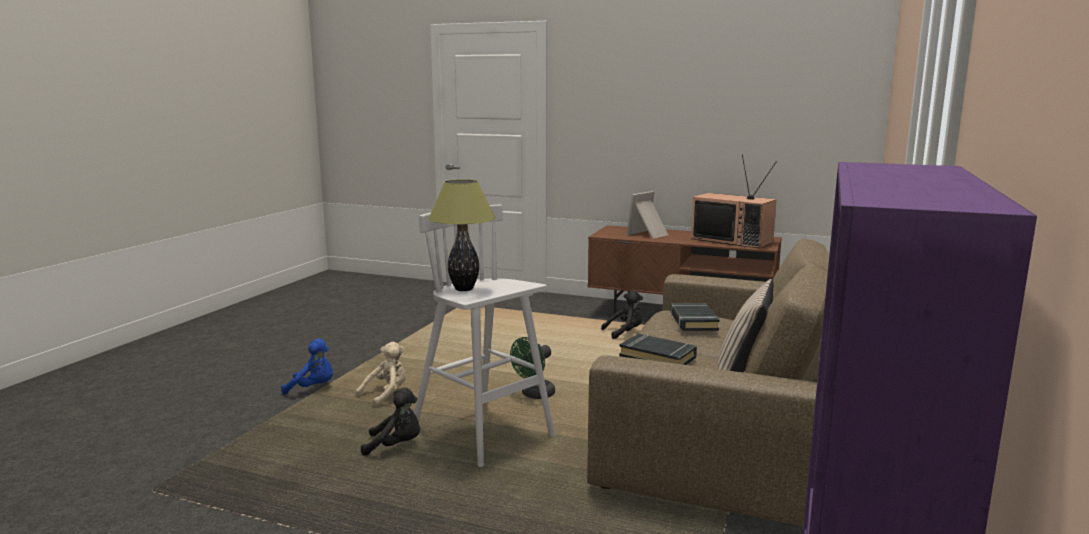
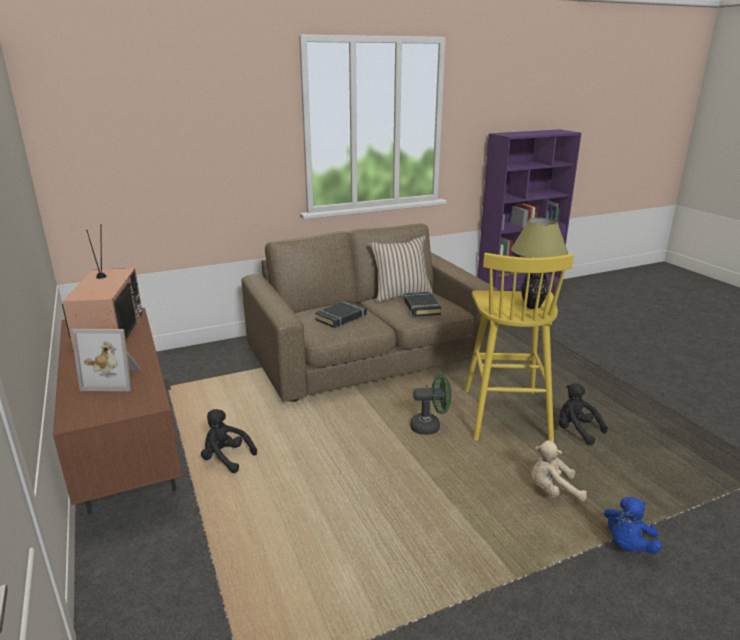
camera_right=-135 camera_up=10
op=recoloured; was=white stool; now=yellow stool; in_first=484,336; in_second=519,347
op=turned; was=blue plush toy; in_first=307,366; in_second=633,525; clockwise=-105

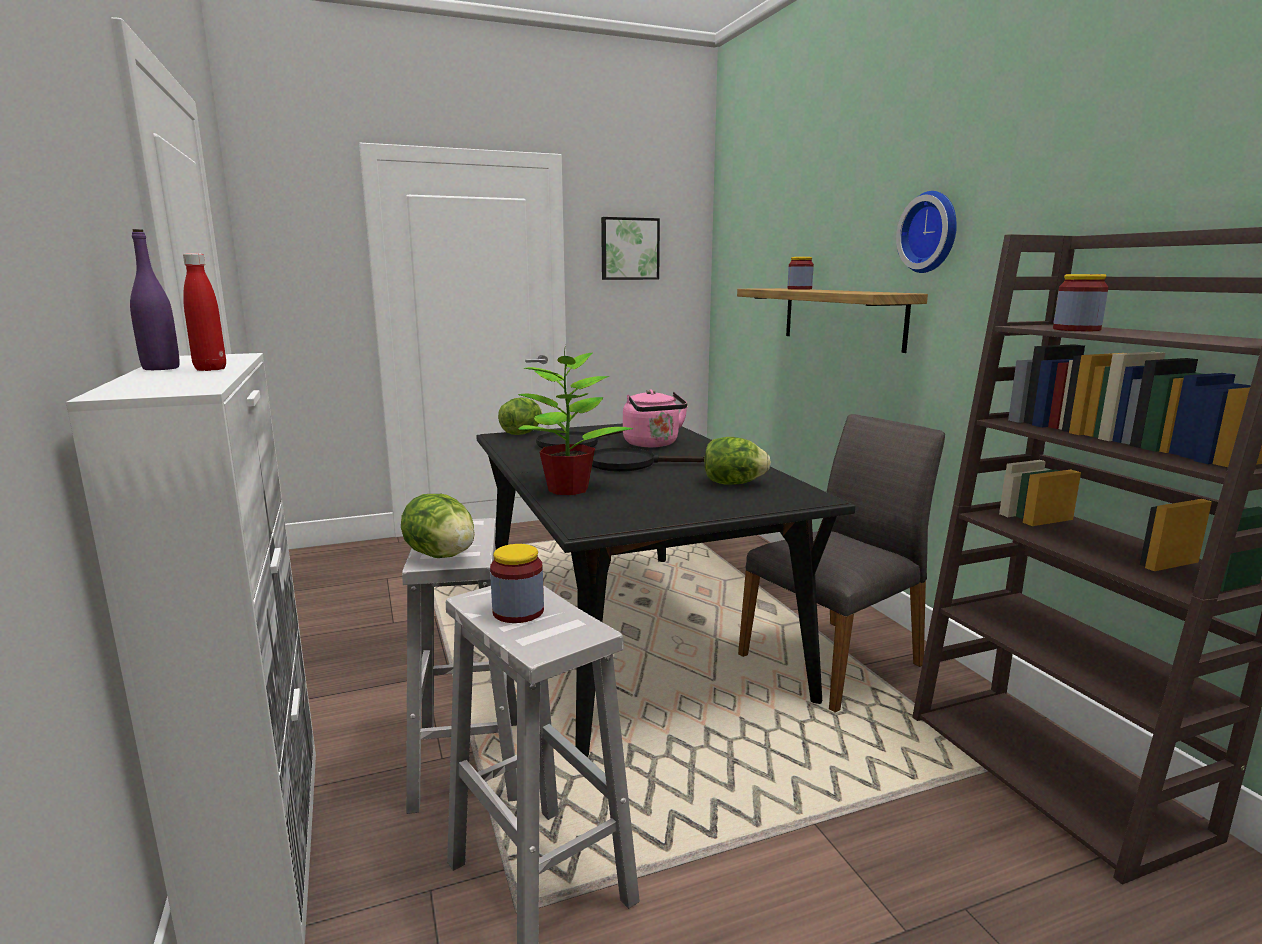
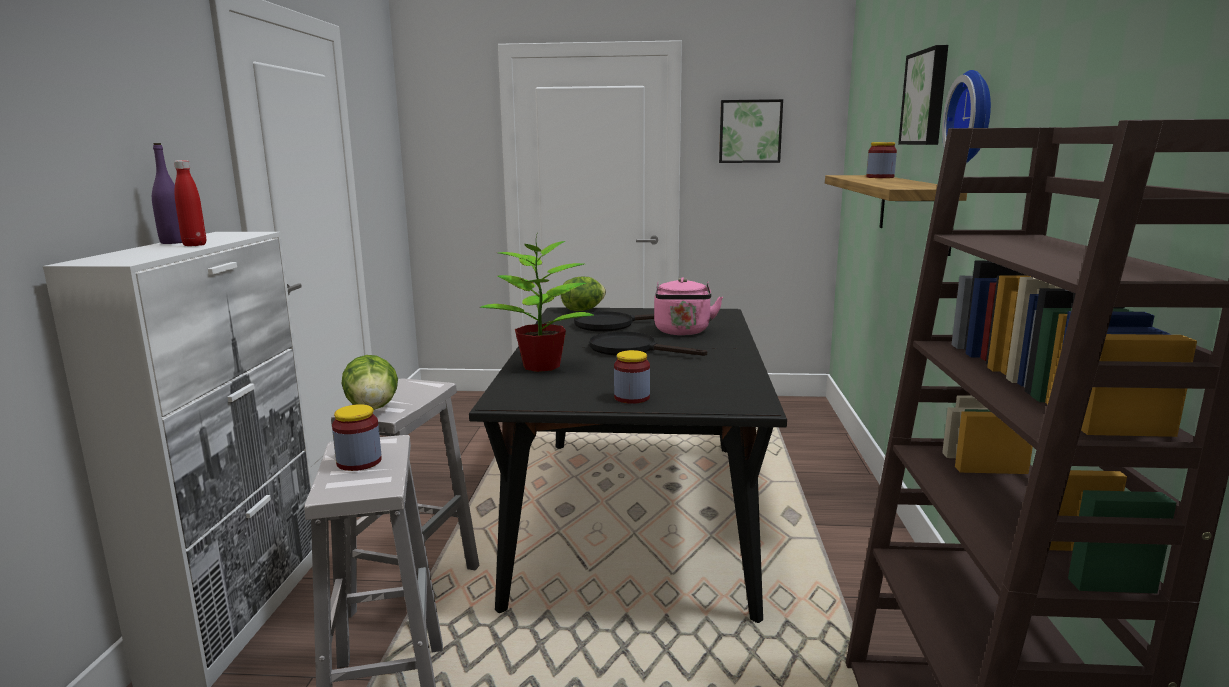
camera_right=25 camera_up=0
op=removed; was=lettuce; in_first=737,461
op=removed; was=grey chair; in_first=841,563
op=added; now=picture; in_second=923,95
op=moved; was=jar; in_first=1080,302; in_second=632,377

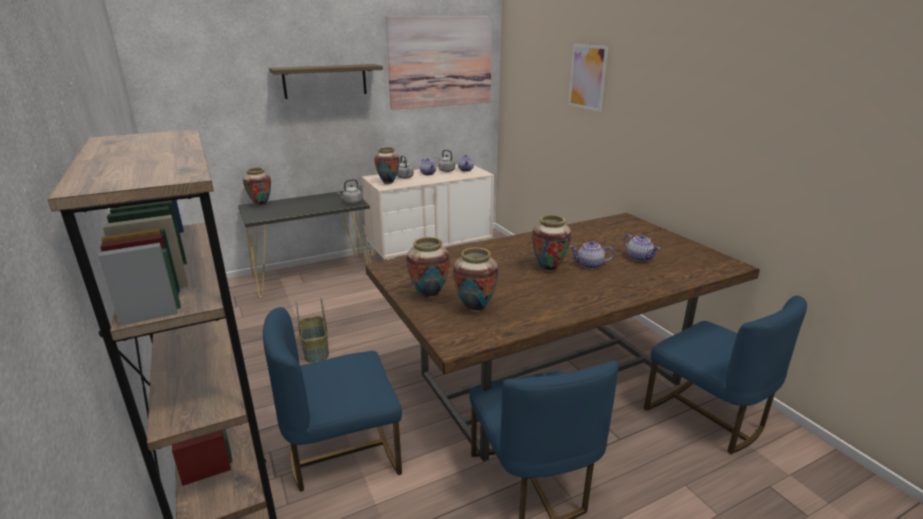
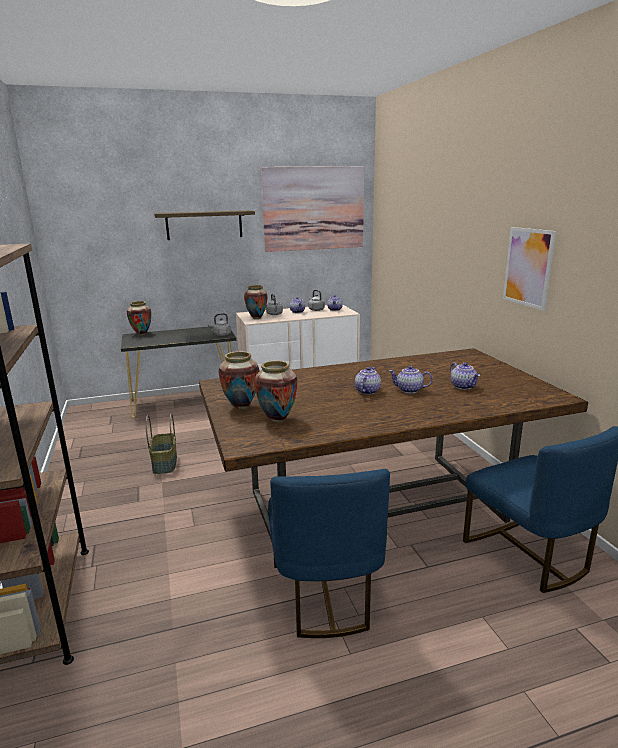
camera_right=10 camera_up=-5
op=removed; was=blue chair; in_first=332,399
op=moved; was=picture; in_first=588,78; in_second=529,269
op=replaced; was=vase; now=teapot; in_first=552,243; in_second=368,381

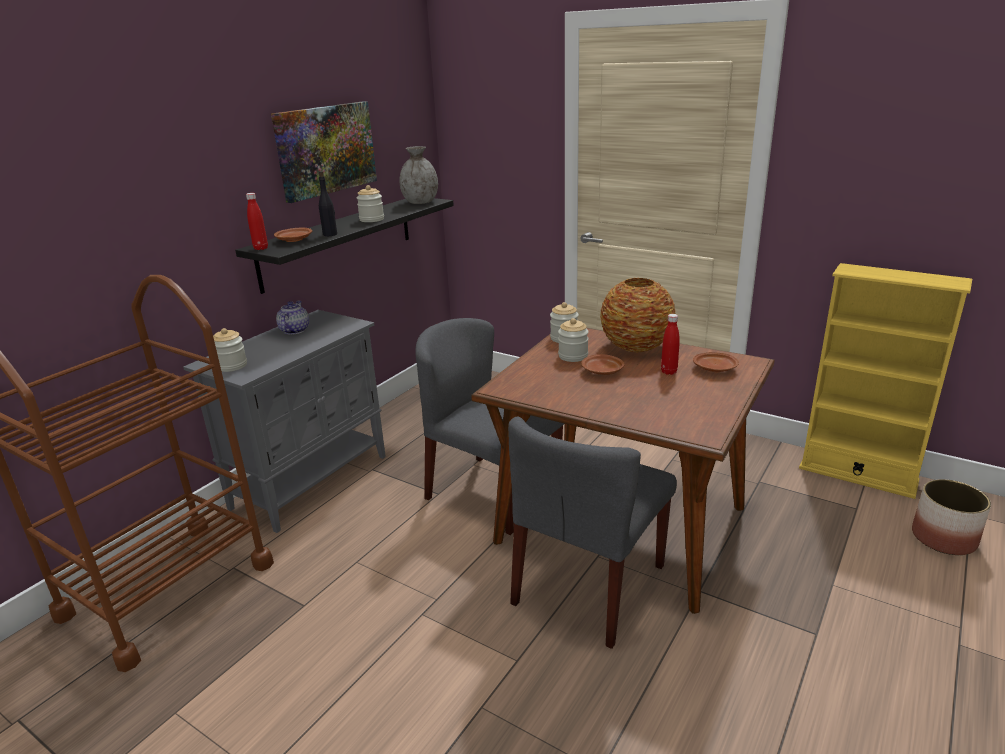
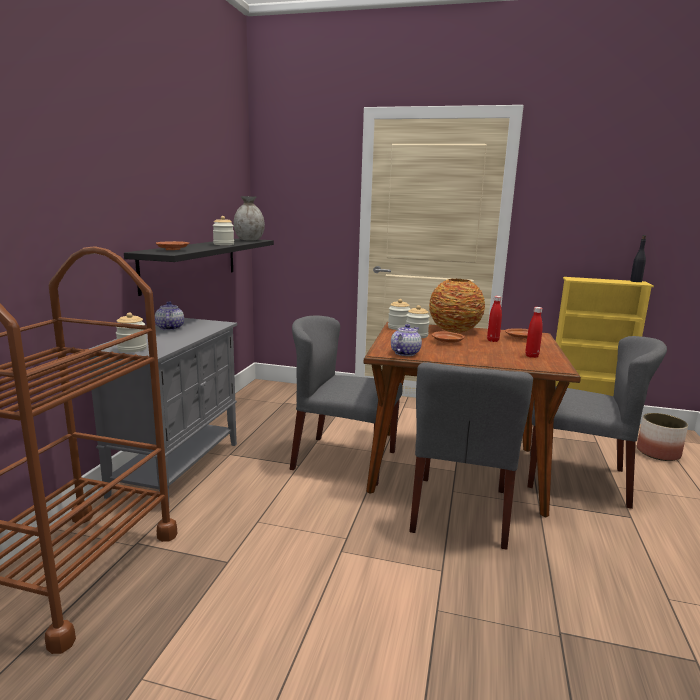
camera_right=-20 camera_up=-10
op=removed; was=picture; in_first=324,152
op=added; now=teapot; in_second=406,340
op=added; now=grey chair; in_second=597,422
op=moved; was=red bottle; in_first=257,221; in_second=534,332
op=moved; was=black bottle; in_first=328,203; in_second=638,258

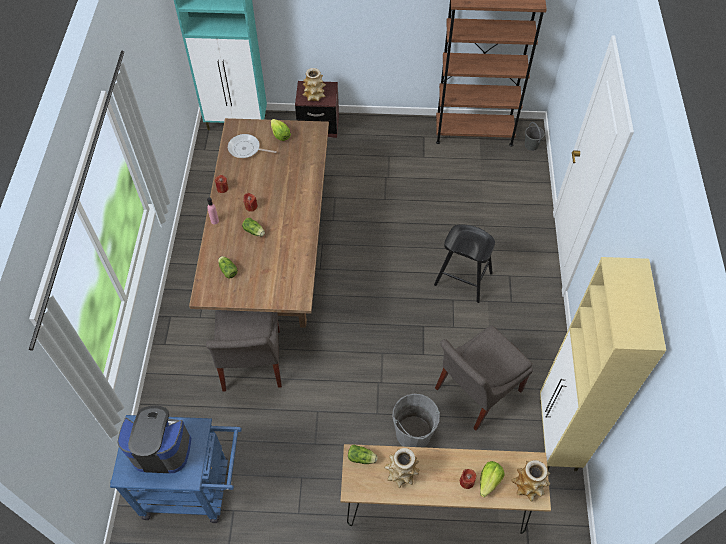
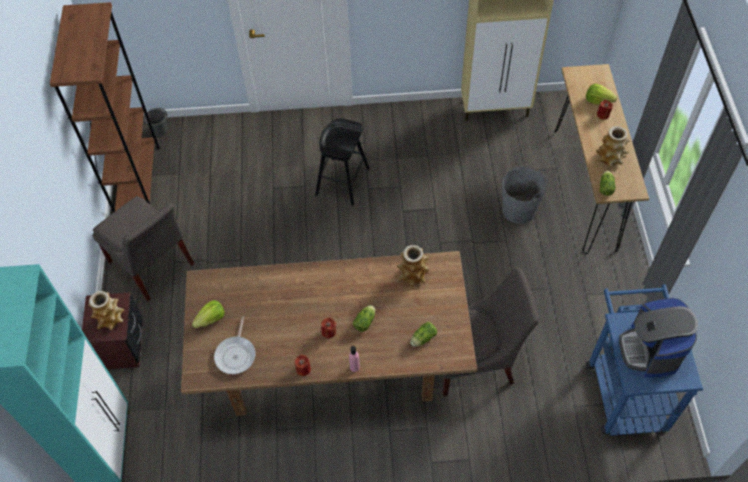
camera_right=-95 camera_up=0
op=moved; was=grey chair; in_first=484,378; in_second=143,248
op=moved; was=vase; in_first=530,481; in_second=413,266

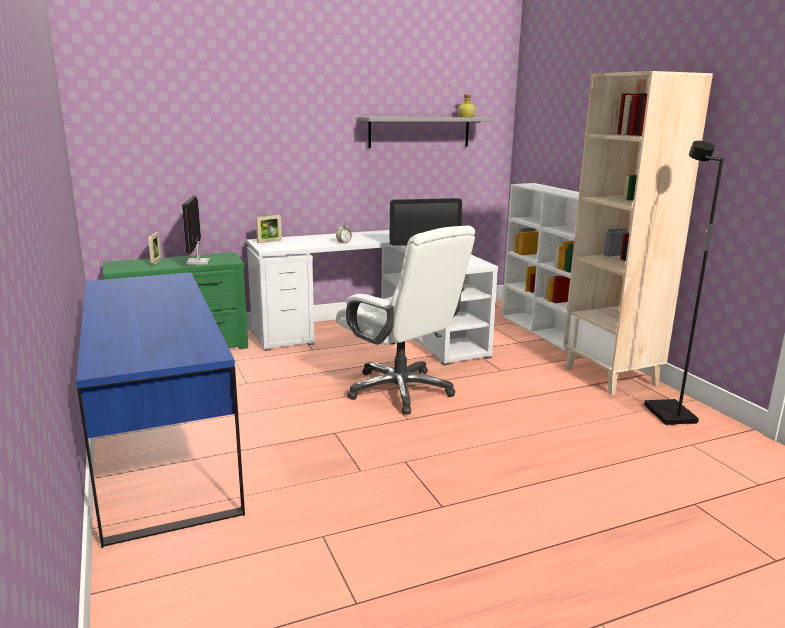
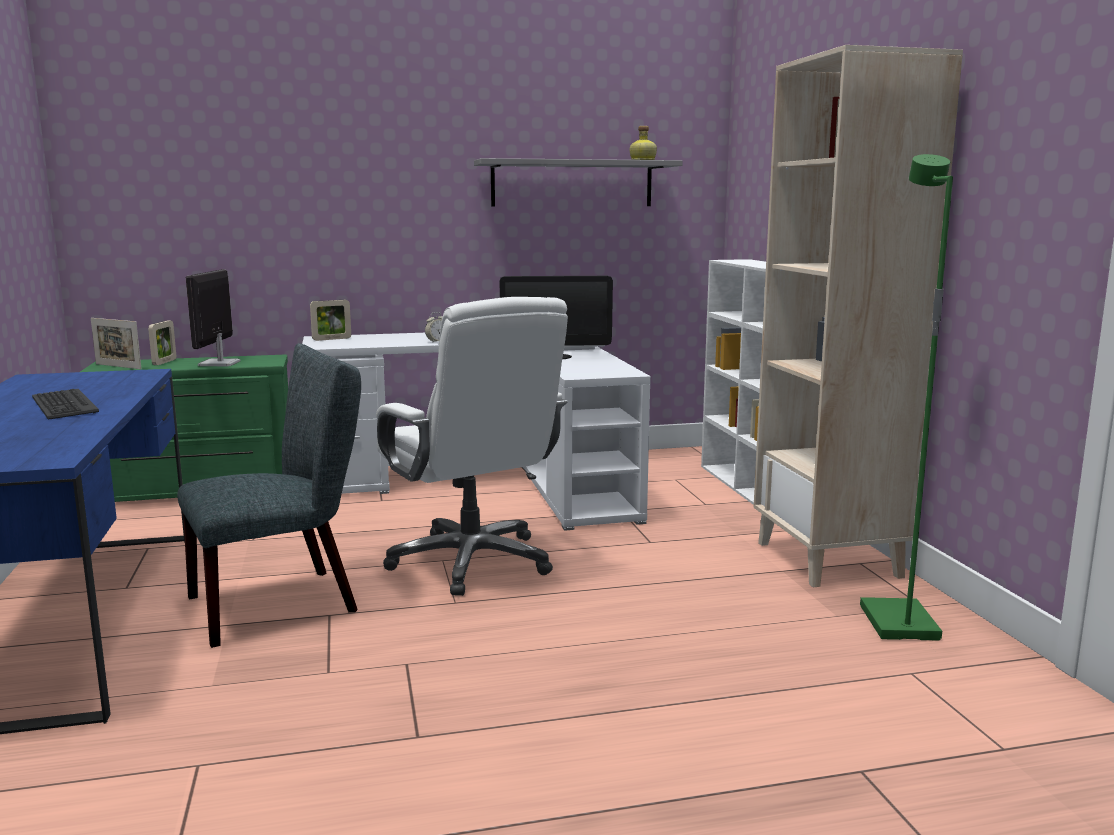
camera_right=10 camera_up=-5
op=added; now=keyboard; in_second=65,404
op=added; now=picture frame; in_second=116,343
op=added; now=grey chair; in_second=269,495
op=recoloured; was=black floor lamp; now=green floor lamp; in_first=684,283; in_second=906,397

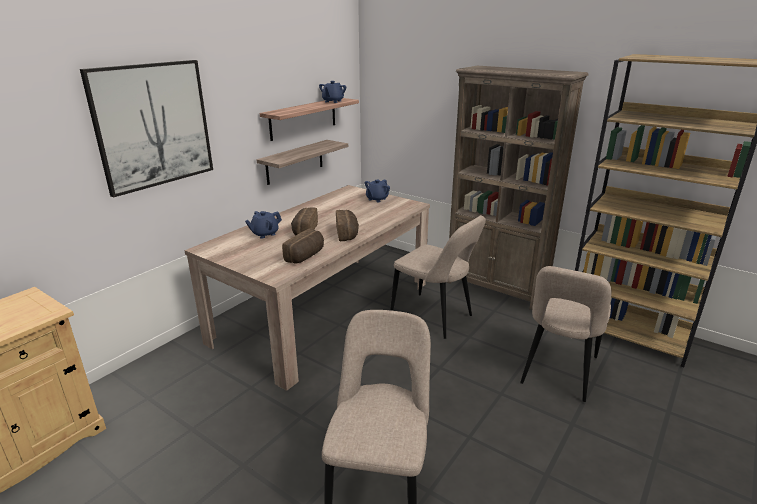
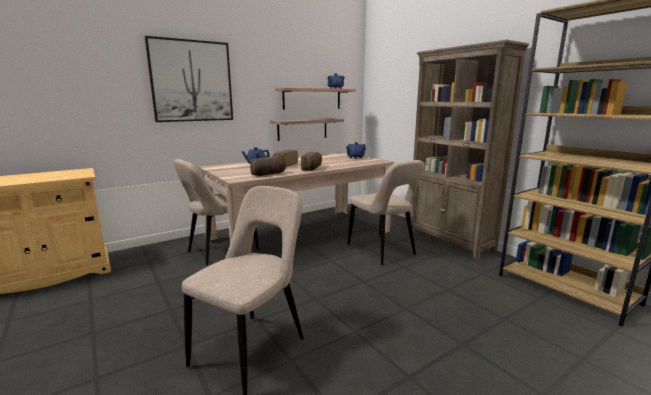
camera_right=20 camera_up=-10
op=moved; was=beige chair; in_first=566,334; in_second=216,212

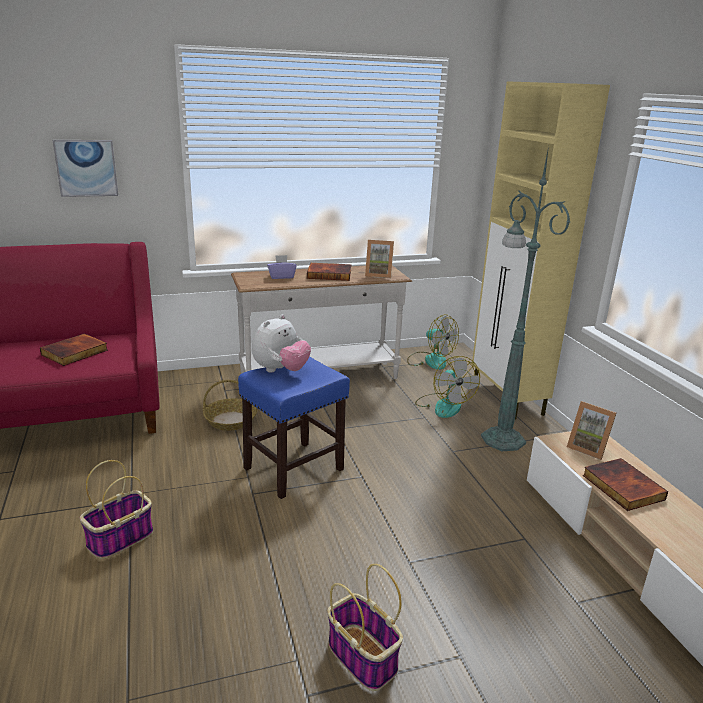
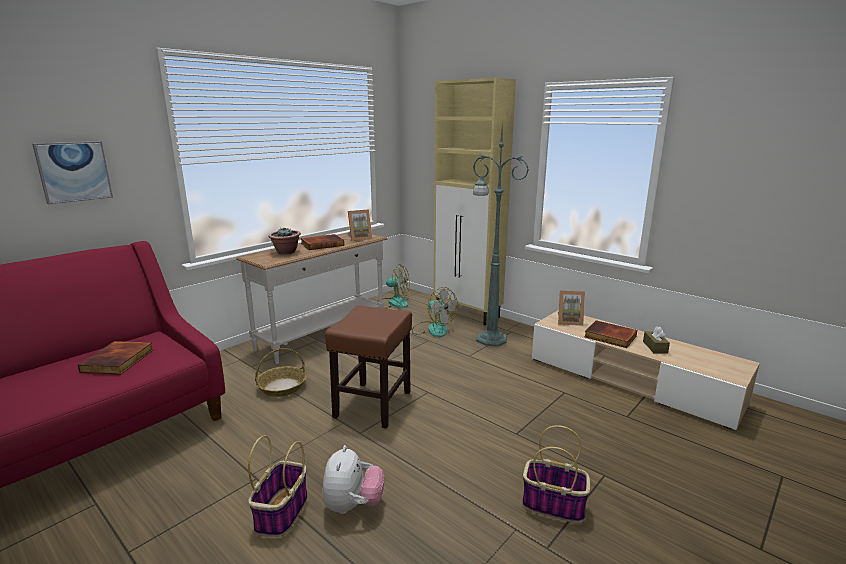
camera_right=-30 camera_up=-5
op=added; now=brown tissue box; in_second=656,340
op=moved; was=plush toy; in_first=281,344; in_second=353,479
op=replaced; was=purple tissue box; now=potted plant; in_first=282,267; in_second=284,241
op=recoloured; was=blue stool; now=brown stool; in_first=294,428; in_second=368,367

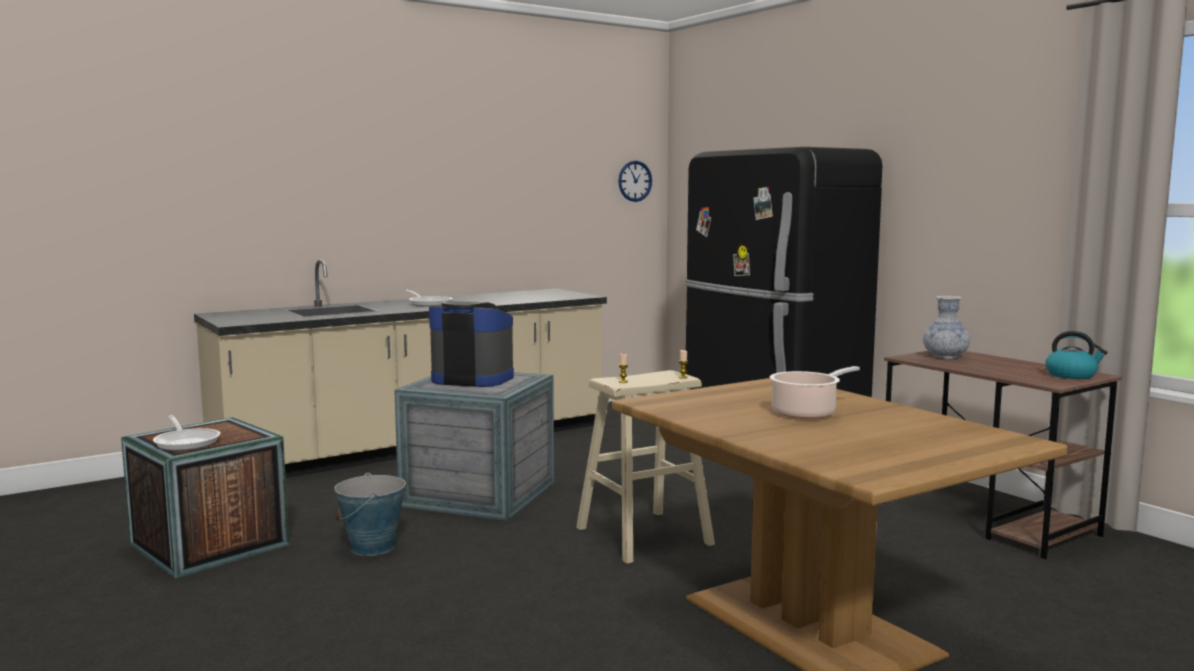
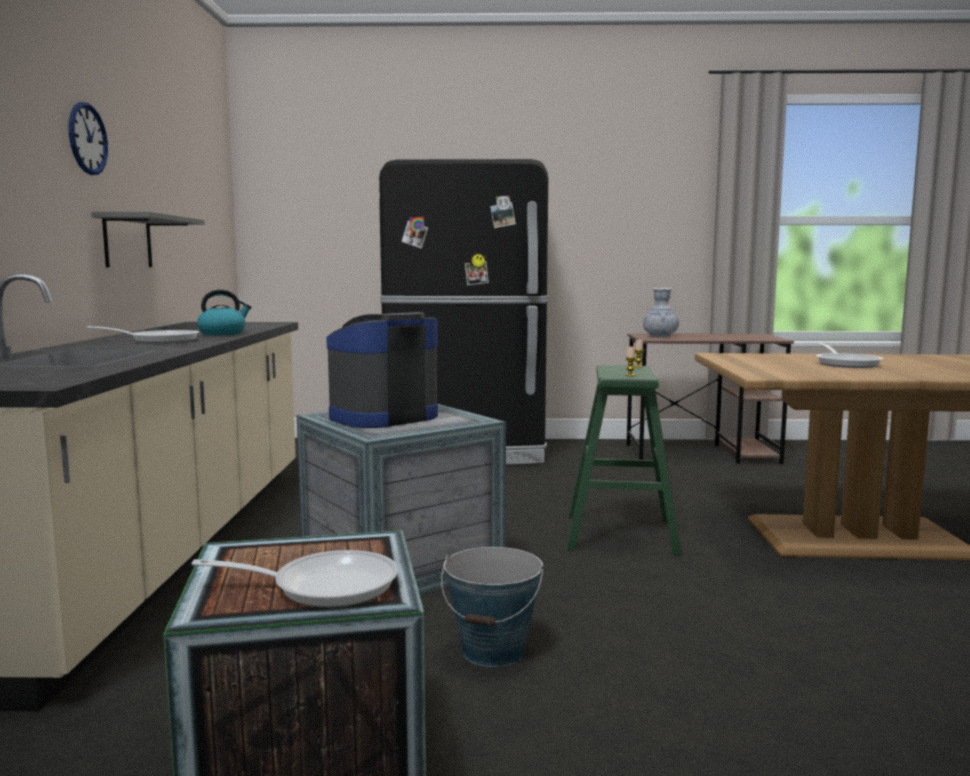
camera_right=-55 camera_up=0
op=added; now=grey shelf; in_second=148,239
op=moved; was=wall clock; in_first=635,181; in_second=88,138
op=moved; was=kettle; in_first=1076,355; in_second=224,312
op=replaced; was=cooking pot; now=frying pan; in_first=815,392; in_second=849,355
op=recoloured; was=beige stool; now=green stool; in_first=645,467; in_second=624,460

